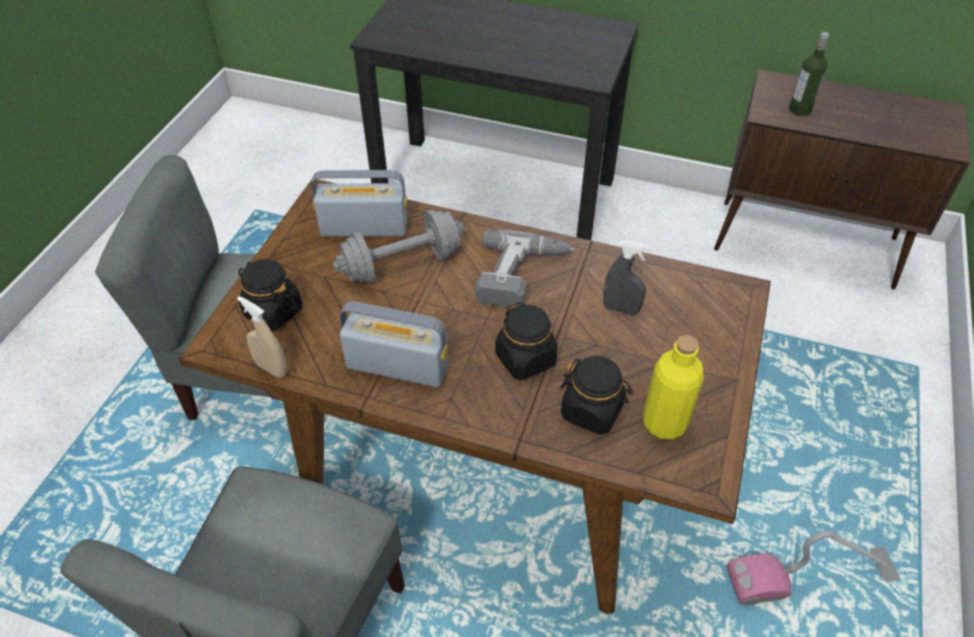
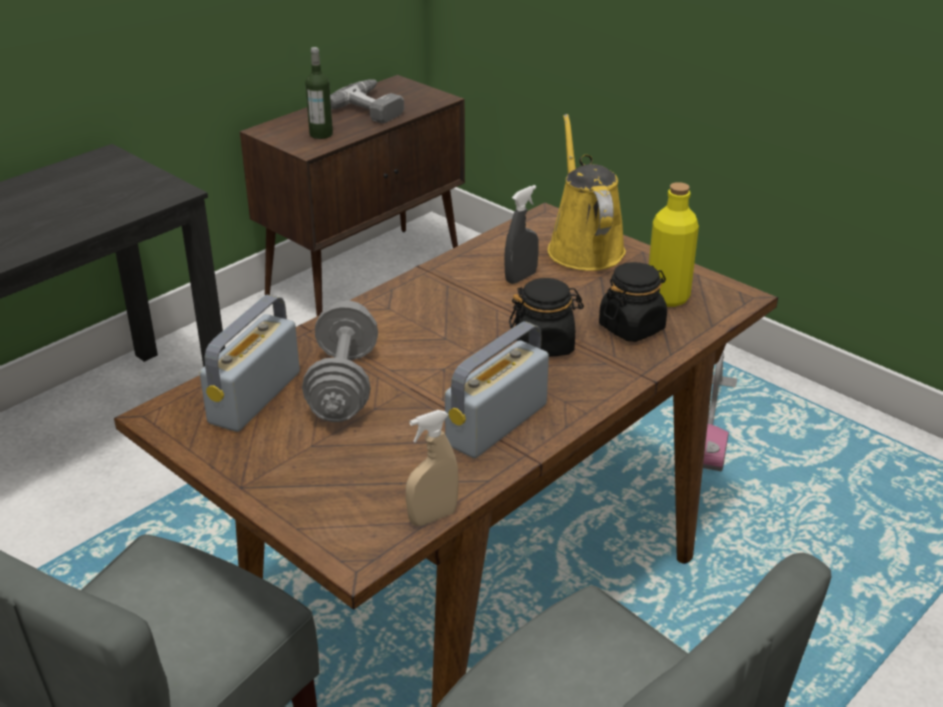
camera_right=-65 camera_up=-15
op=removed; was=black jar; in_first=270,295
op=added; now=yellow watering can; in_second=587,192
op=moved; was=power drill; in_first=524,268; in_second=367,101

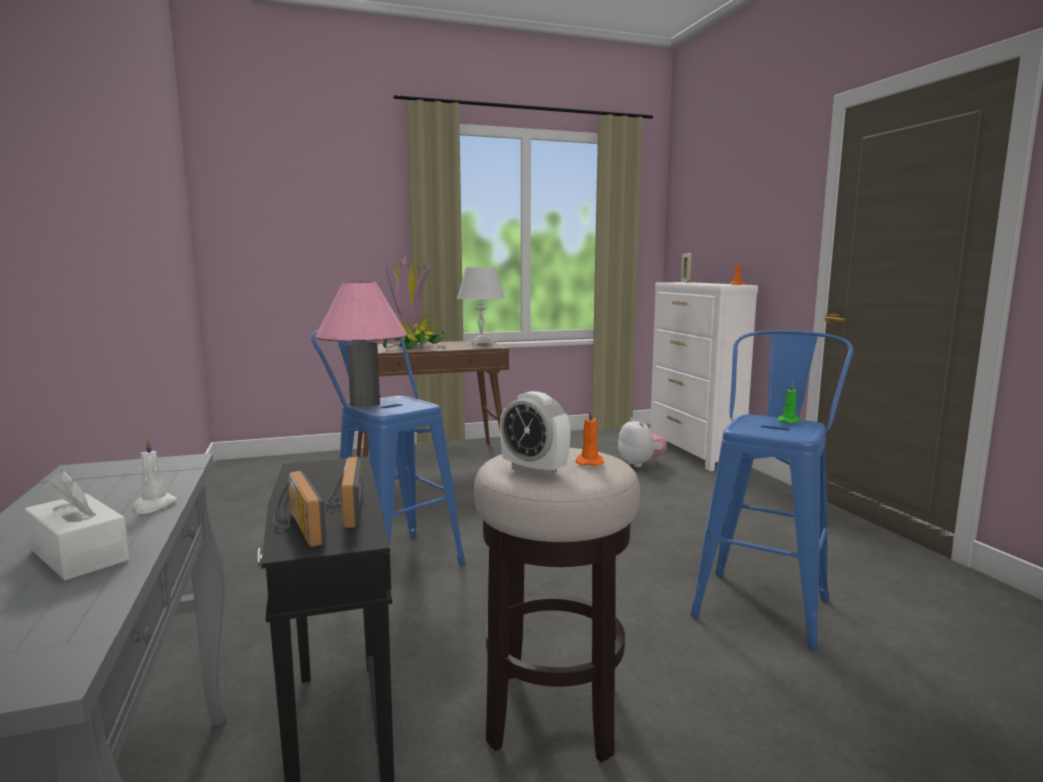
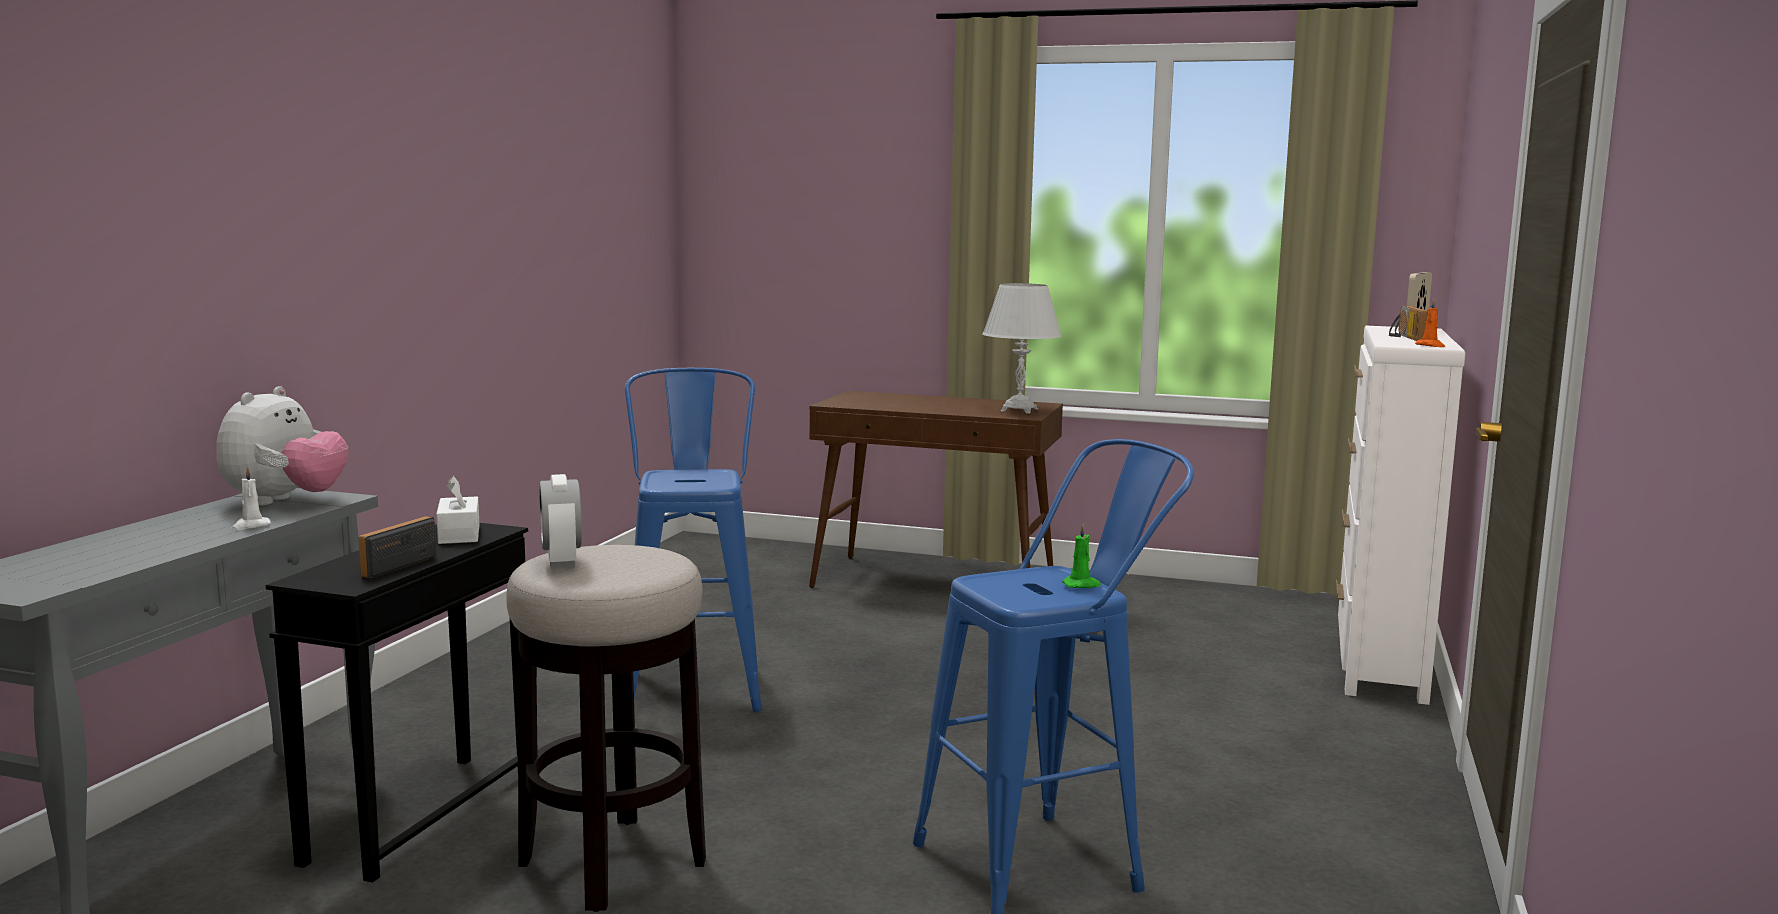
camera_right=35 camera_up=0
op=removed; was=pink table lamp; in_first=361,344
op=removed; was=potted plant; in_first=414,301
op=removed; was=orange candle; in_first=589,437
op=moved; was=white tissue box; in_first=77,525; in_second=458,510
op=moved; was=radio; in_first=299,509; in_second=1408,323
op=moved; was=plush toy; in_first=642,442; in_second=282,446

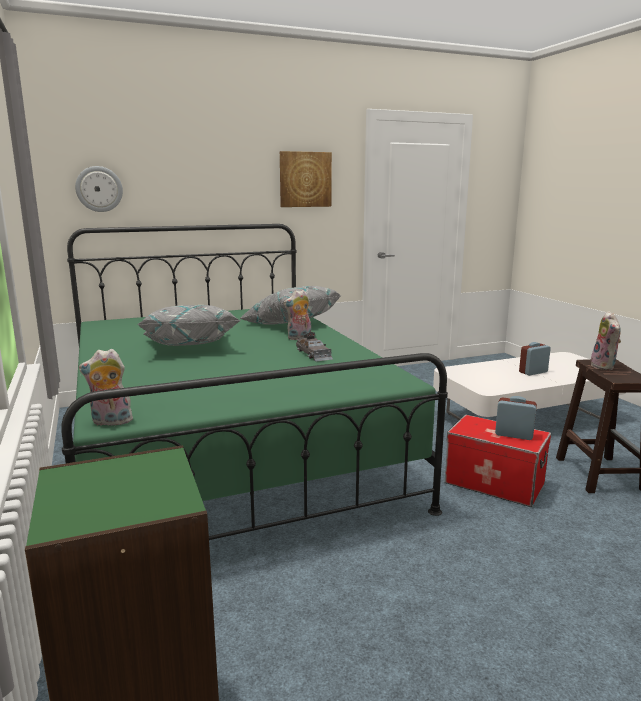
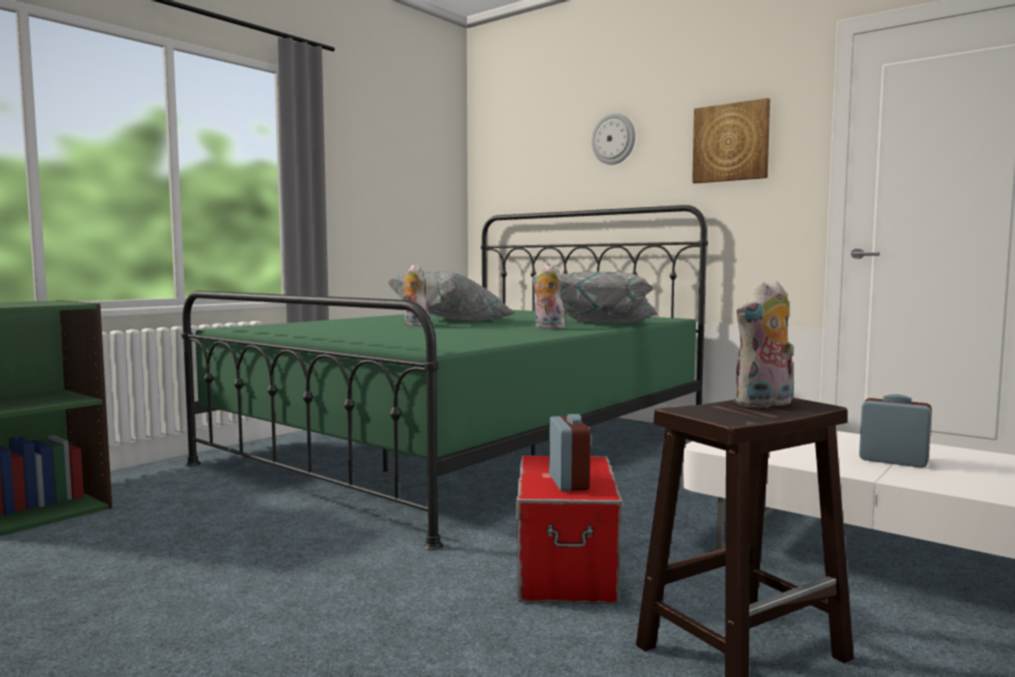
camera_right=60 camera_up=-10
op=removed; was=grey toy car; in_first=314,347
op=moved; was=wall clock; in_first=99,189; in_second=613,139
op=moved; was=plush toy; in_first=107,387; in_second=415,295

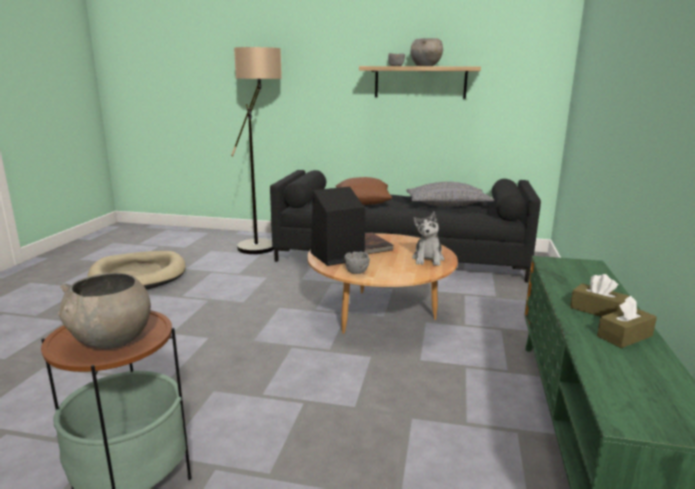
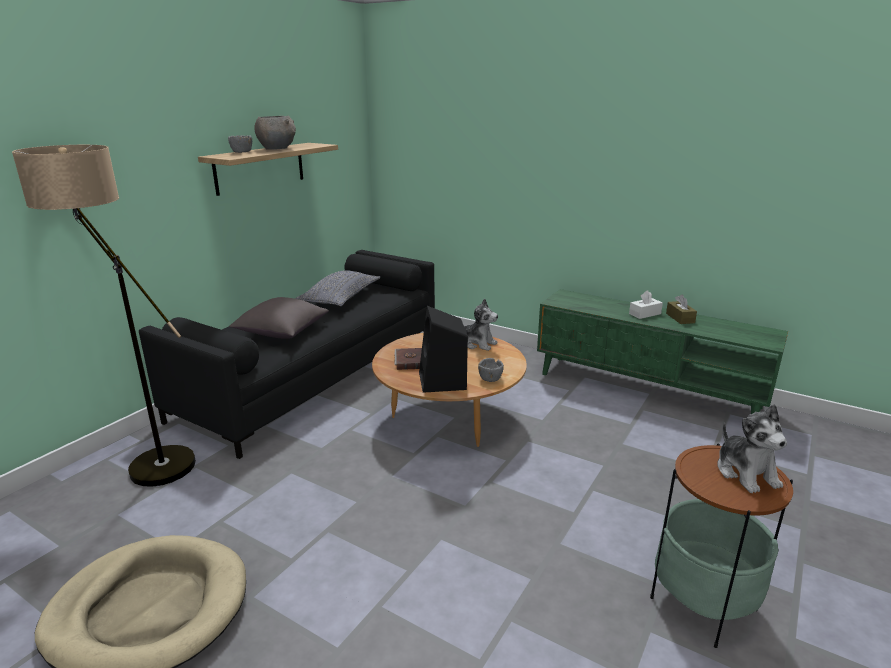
camera_right=-70 camera_up=5
op=replaced; was=grey bowl; now=plush toy; in_first=104,311; in_second=752,448
op=recoloured; was=brown pillow; now=grey pillow; in_first=364,191; in_second=279,318
op=recoloured; was=brown tissue box; now=white tissue box; in_first=599,295; in_second=646,304

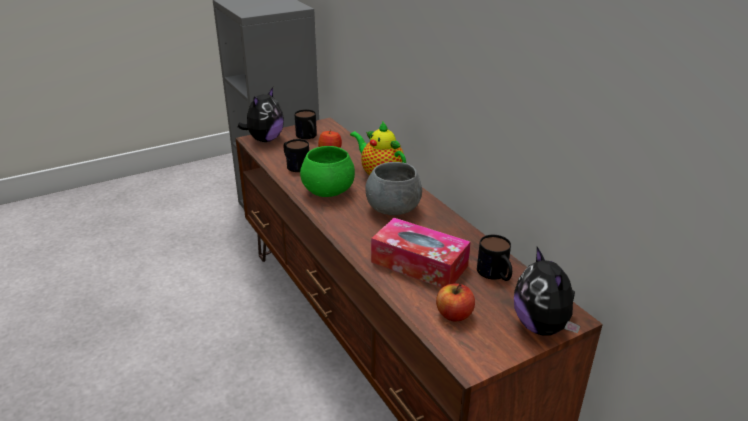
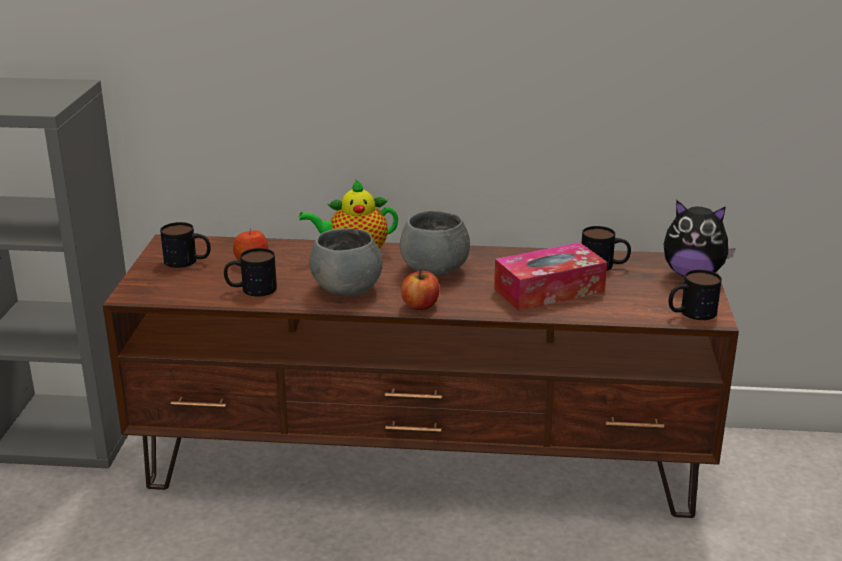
camera_right=-55 camera_up=-5
op=removed; was=plush toy; in_first=261,114
op=added; now=mug; in_second=695,295
op=moved; was=apple; in_first=455,302; in_second=420,289
op=recoloured; was=green bowl; now=grey bowl; in_first=327,171; in_second=346,262

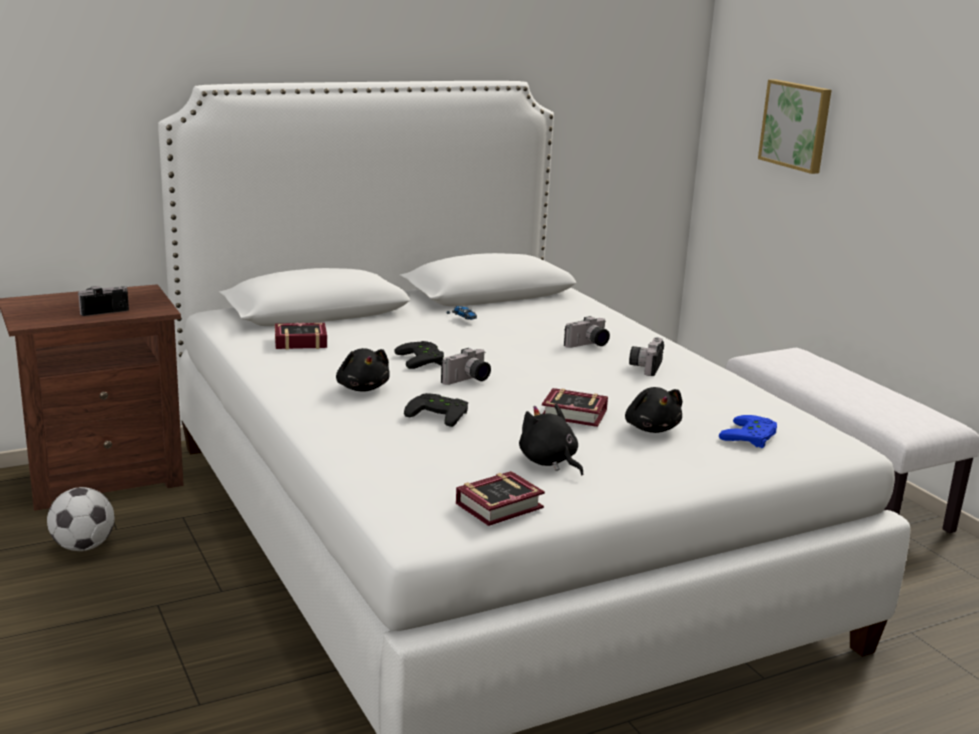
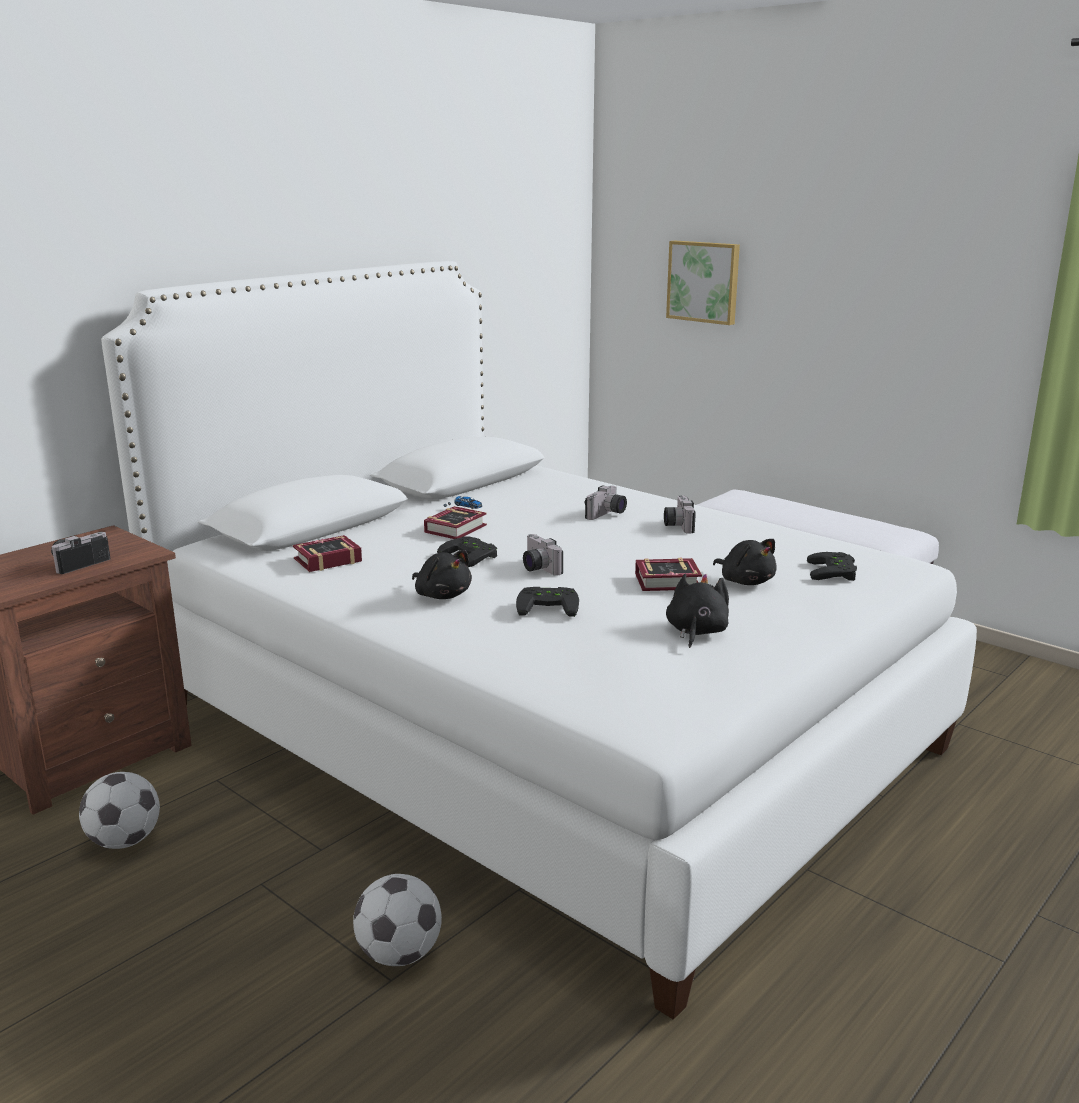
camera_right=-20 camera_up=0
op=added; now=football; in_second=397,920
op=moved; was=book; in_first=500,498; in_second=455,522
op=recoloured; was=blue game controller; now=black game controller; in_first=748,431; in_second=832,566
op=turned; was=photo camera; in_first=466,366; in_second=543,555; clockwise=120
op=turned; was=black plush toy; in_first=551,439; in_second=697,611; clockwise=75

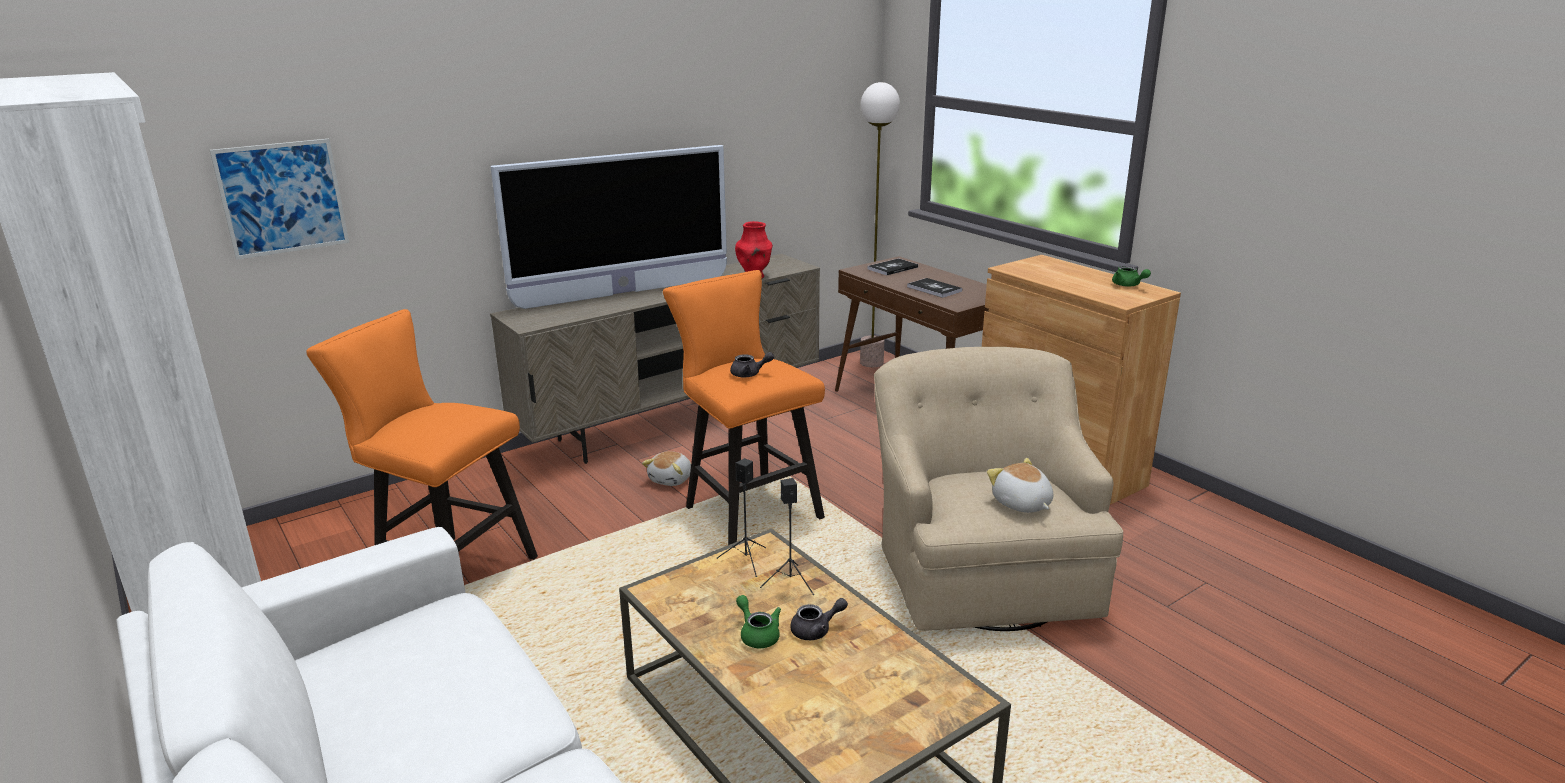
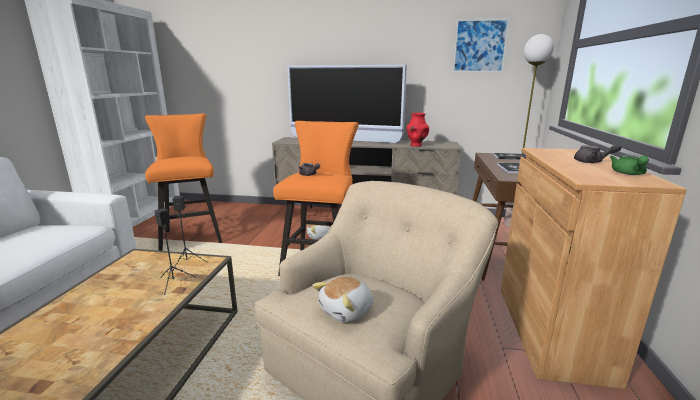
camera_right=45 camera_up=-5
op=removed; was=green teapot; in_first=758,621
op=moved; was=picture; in_first=279,199; in_second=481,45
op=moved; was=grey teapot; in_first=819,619; in_second=598,153
op=turned; was=plush toy; in_first=1020,485; in_second=342,299; clockwise=-150

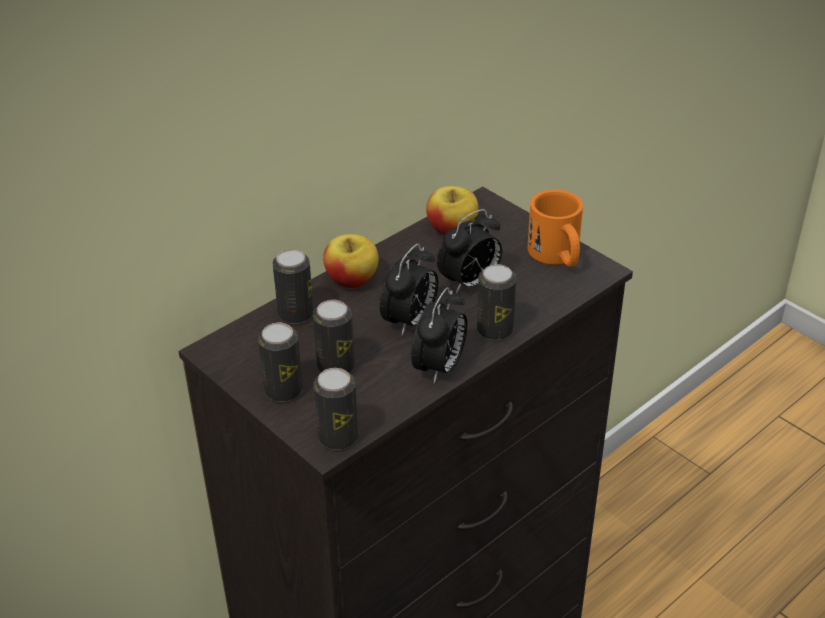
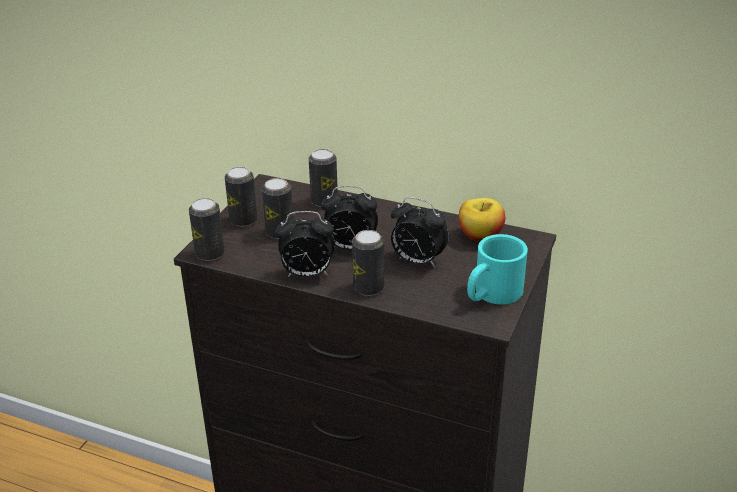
camera_right=65 camera_up=-5
op=removed; was=apple; in_first=351,261
op=recoloured; was=orange mug; now=turquoise mug; in_first=555,228; in_second=497,269

